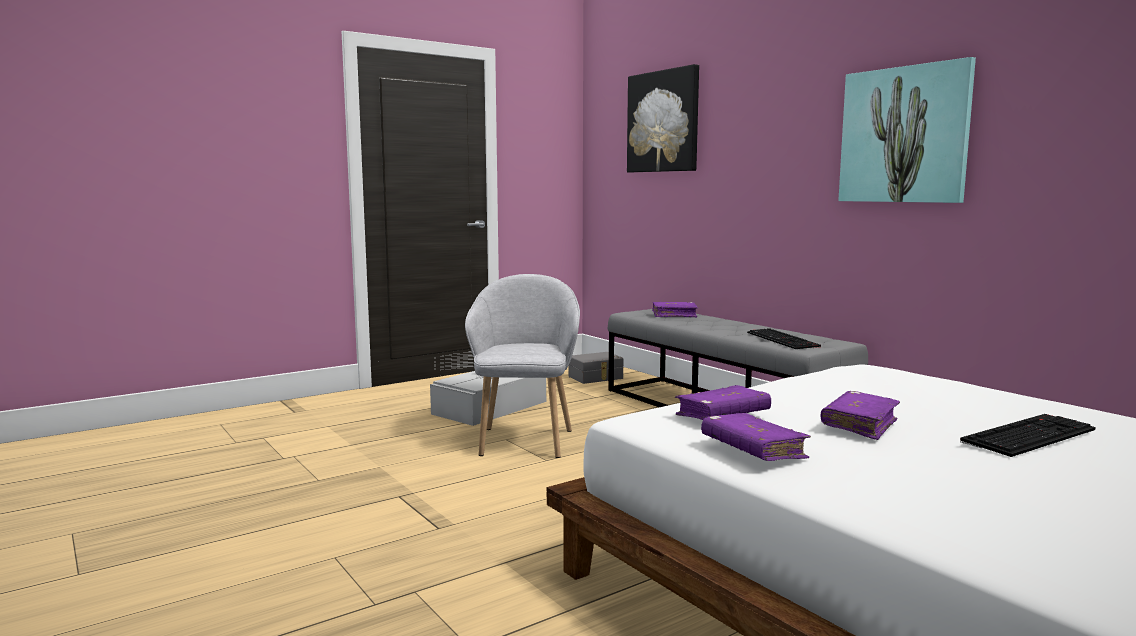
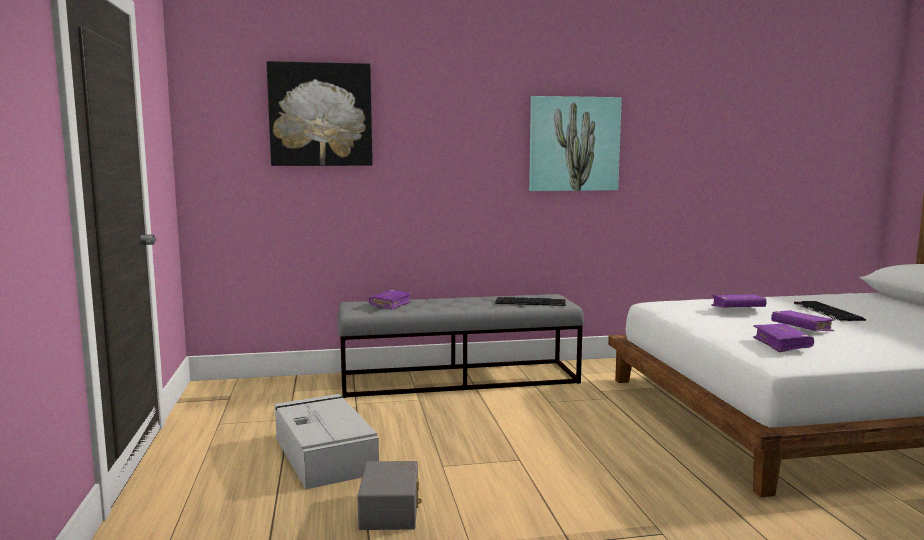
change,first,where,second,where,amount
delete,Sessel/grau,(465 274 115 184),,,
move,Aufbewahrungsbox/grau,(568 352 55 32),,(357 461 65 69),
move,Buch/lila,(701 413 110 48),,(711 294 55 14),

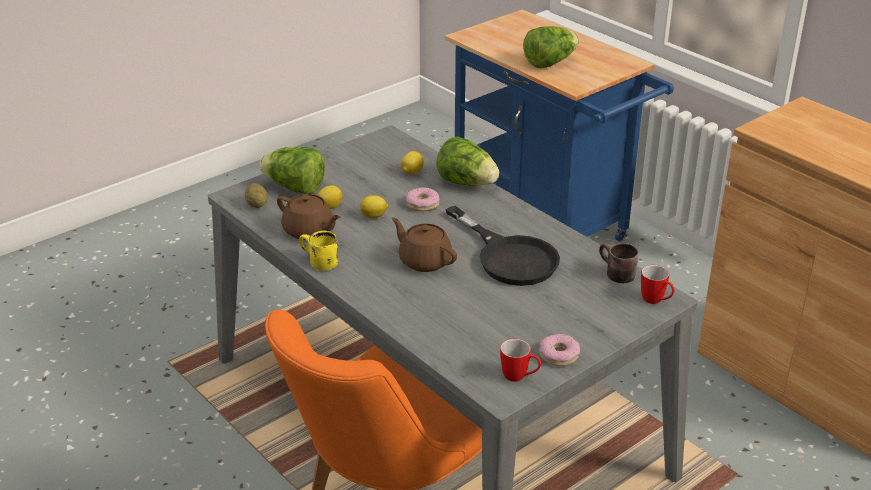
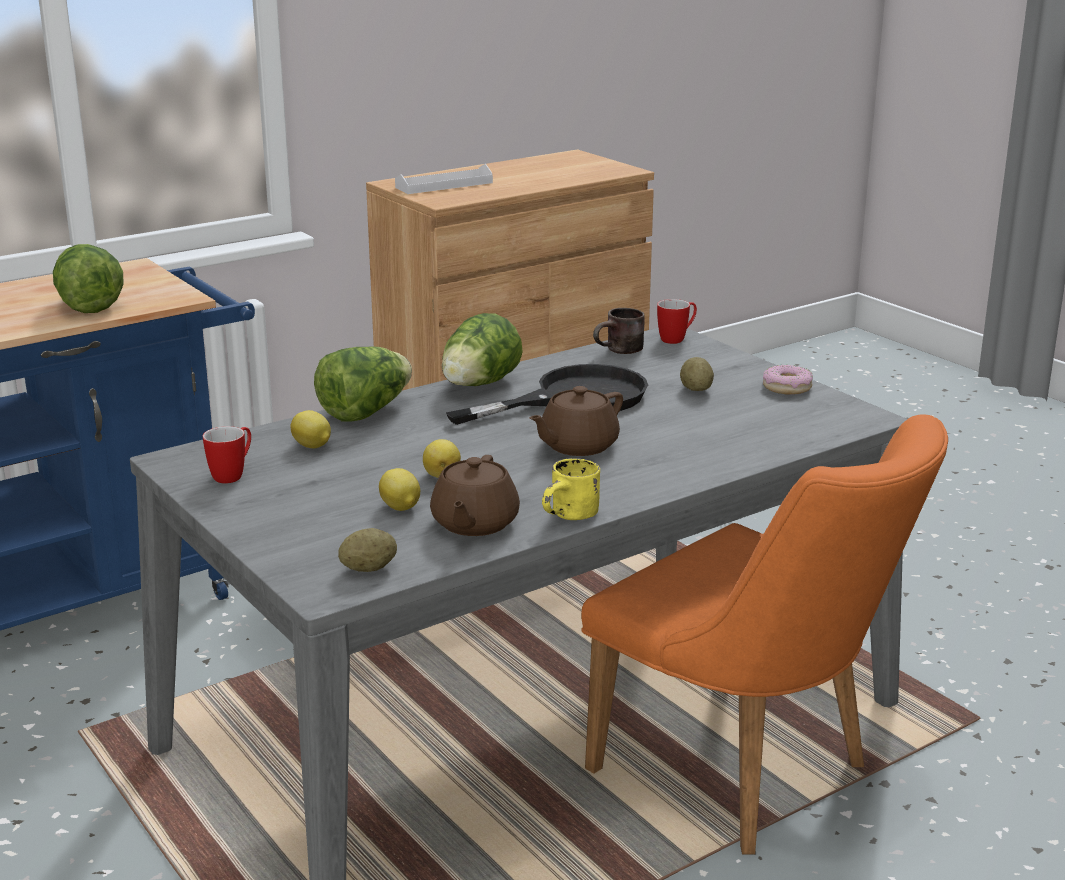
change,first,where,second,where,amount
delete,Donut,(406 187 33 24),,,
insert,,,Tablett/weiß,(395 164 98 30),
insert,,,Kartoffel,(680 357 34 34),
move,Salatkopf,(260 147 65 47),,(442 313 81 73),
move,Henkelbecher,(500 339 41 43),,(203 426 48 57),
rotate,Teekanne/braun,(277 194 64 46),,(430 455 90 81),150 degrees clockwise

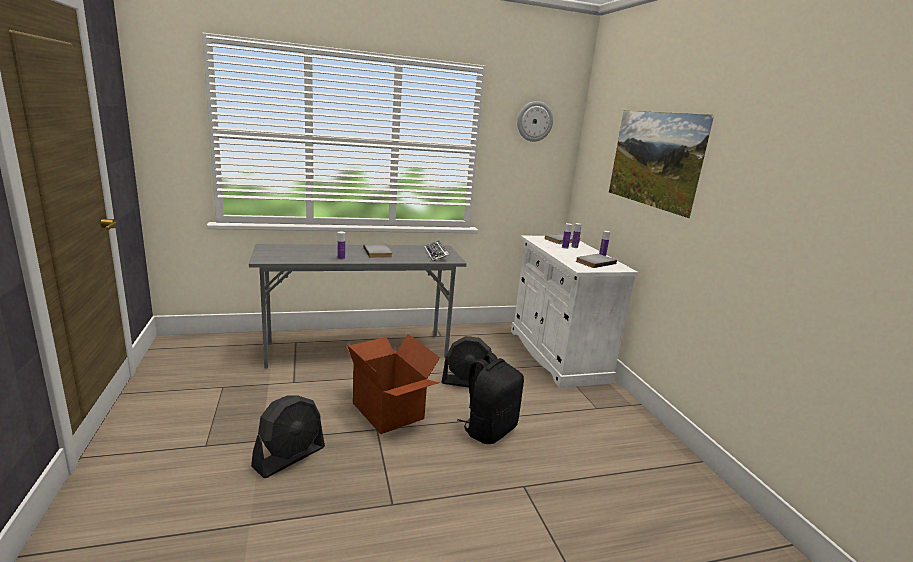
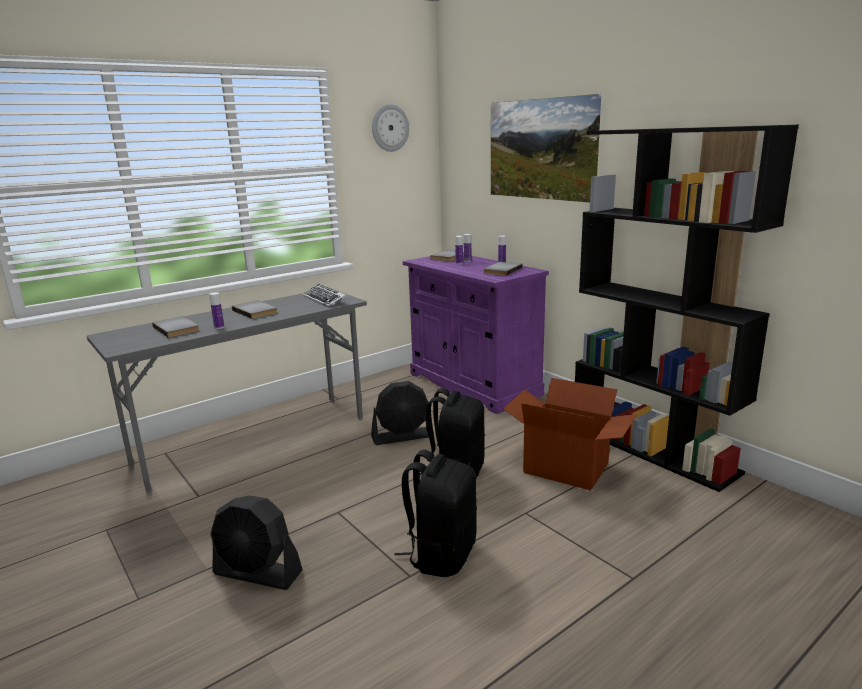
change,first,where,second,where,amount
insert,,,Buch/grau,(152 316 48 22),
insert,,,Rucksack/schwarz,(394 450 83 127),
insert,,,Bücherregal/schwarz,(575 125 224 367),
move,Karton,(346 334 94 100),,(503 378 134 112),
recolor,Schrank/weiß,(511 235 127 153),Schrank/lila,(403 256 146 158),
rotate,Ventilator/schwarz,(251 395 74 83),,(210 495 93 95),90 degrees clockwise

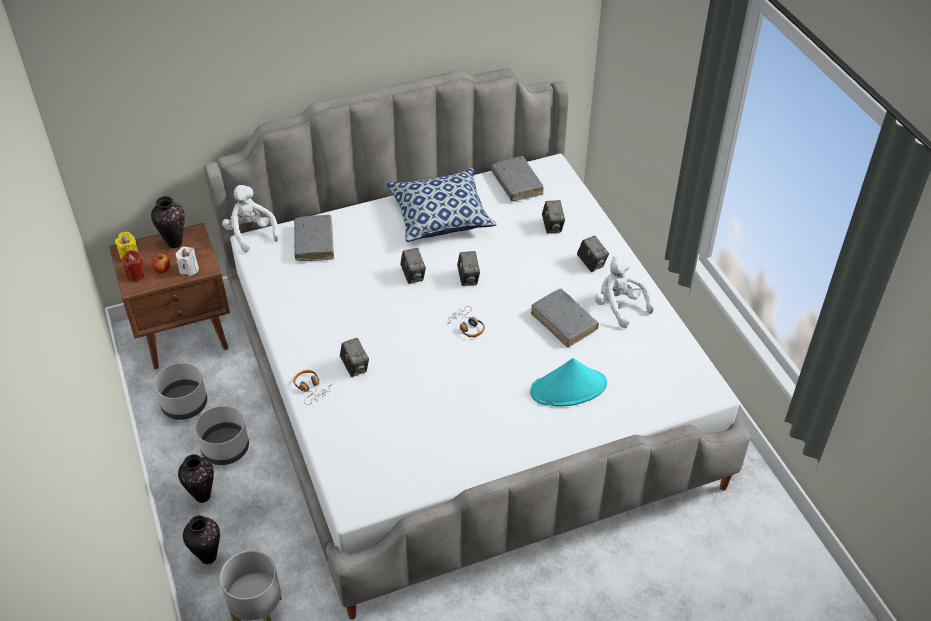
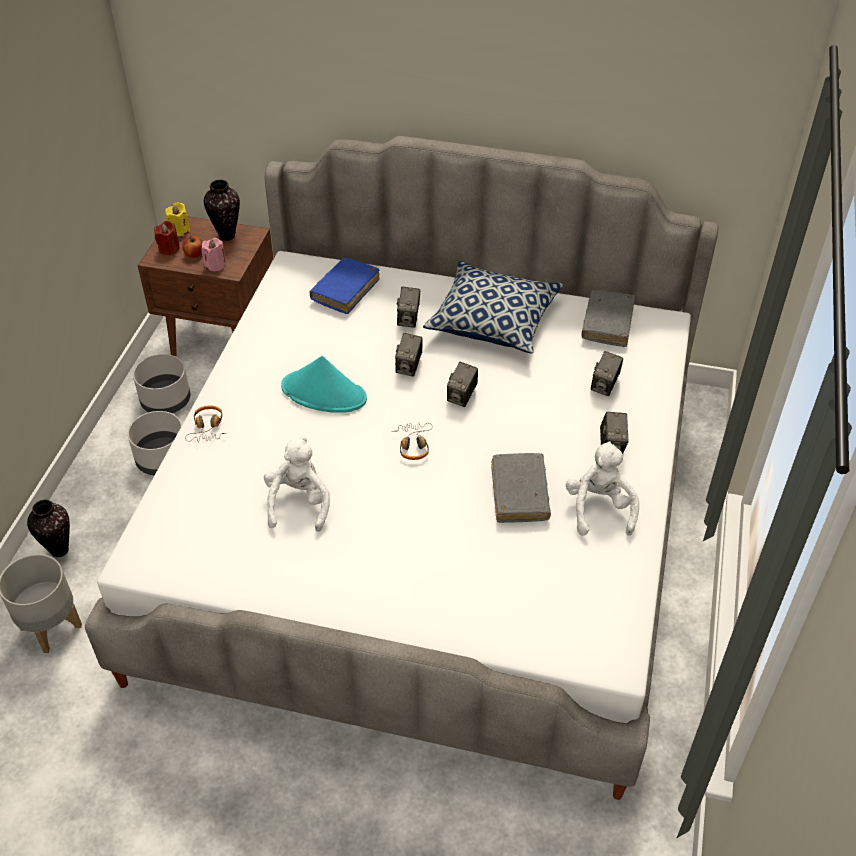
change,first,where,second,where,amount
delete,Vase,(178 454 36 49),,,
move,Plüschtier/weiß,(222 185 57 68),,(264 437 66 95),
move,Kamera,(340 338 29 39),,(397 287 23 41),
move,Hut/türkis,(530 358 77 49),,(281 356 86 57),
recolor,Kerze/weiß,(176 246 23 30),Kerze/rosa,(201 238 25 33),
recolor,Buch/grau,(294 215 40 46),Buch/blau,(309 258 70 56),

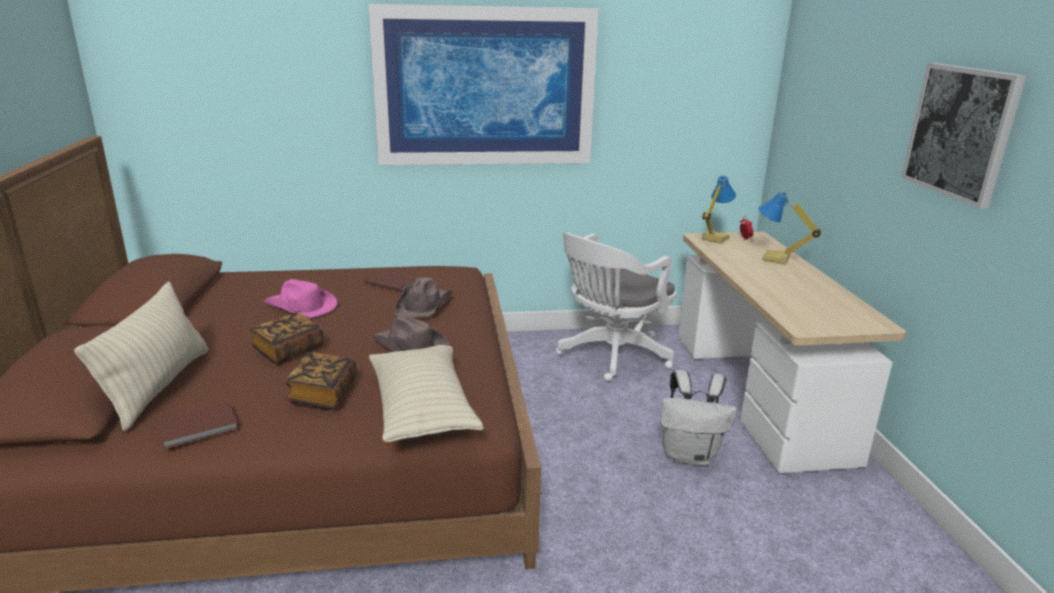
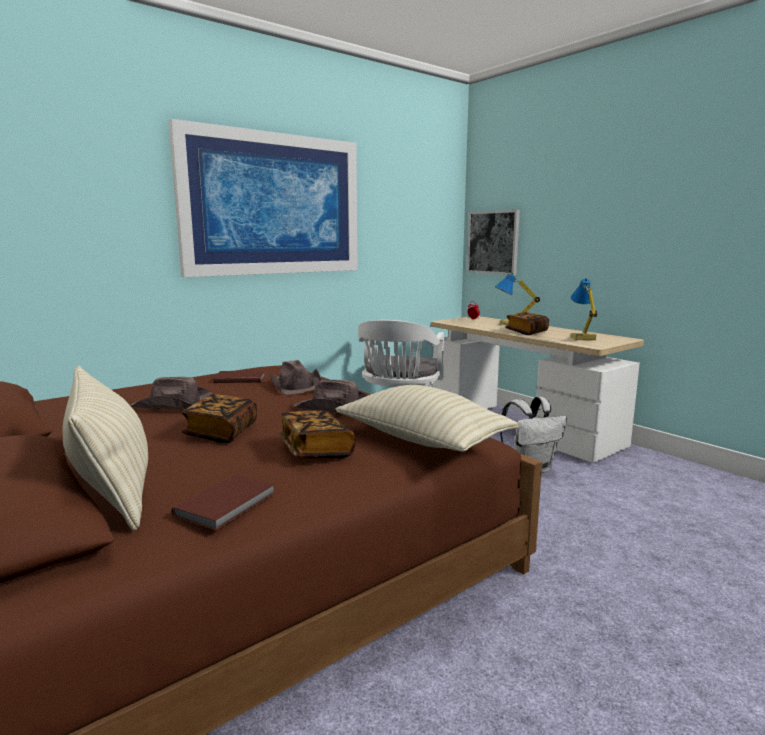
change,first,where,second,where,amount
insert,,,Buch,(505 312 44 23),
move,Tischlampe,(701 175 35 69),,(570 278 27 63),
move,Bild,(901 63 125 145),,(467 210 53 65),
recolor,Hut/rosa,(264 279 73 39),Hut/braun,(130 377 83 32),

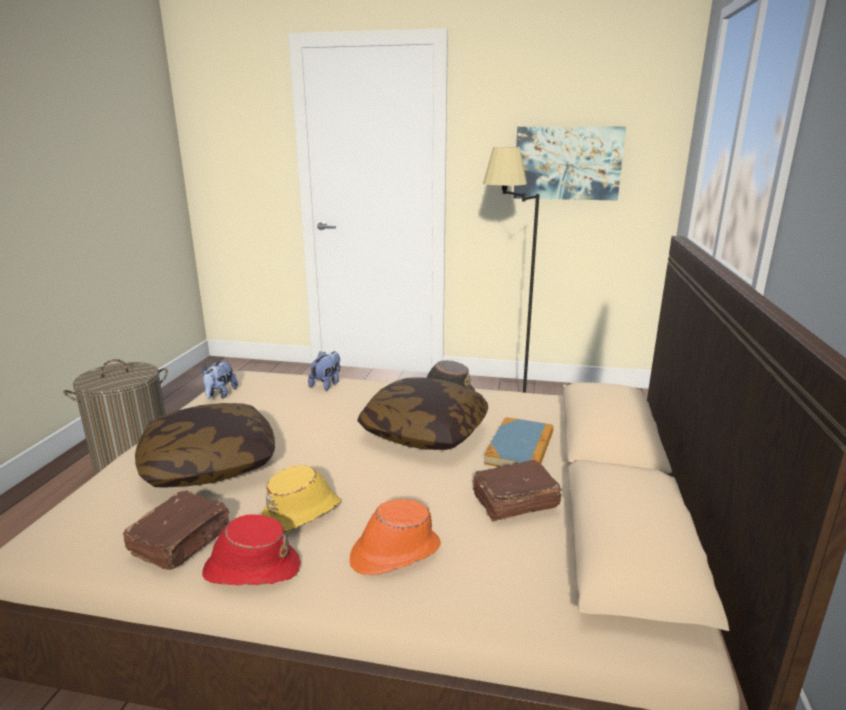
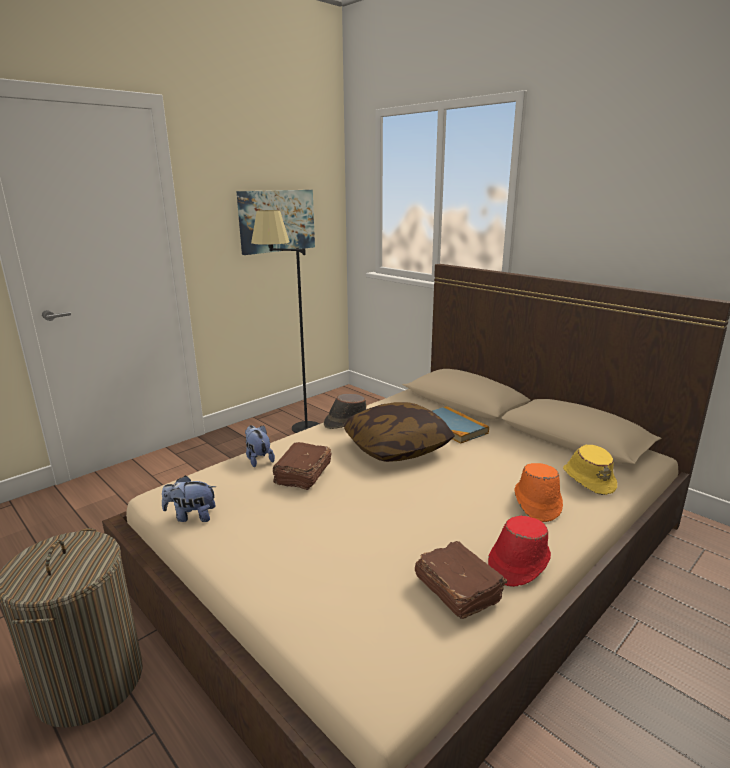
change,first,where,second,where,amount
delete,Kissen,(135 403 140 85),,,
move,Hut/gelb,(261 465 80 67),,(563 445 54 50),
move,Buch/braun,(472 460 90 61),,(273 442 58 48),
rotate,Plüschtier,(203 359 35 40),,(162 475 54 47),135 degrees clockwise

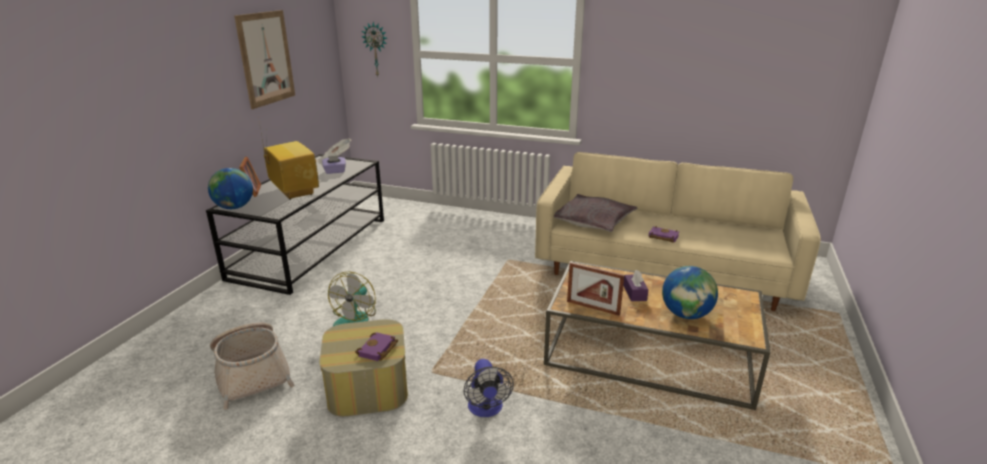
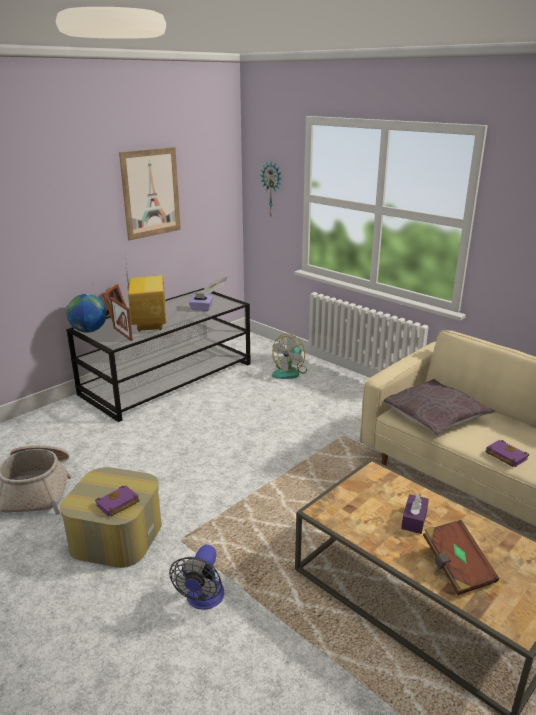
change,first,where,second,where,amount
move,Ventilator,(328 271 48 56),,(272 334 35 45),
move,Bilderrahmen,(567 262 58 54),,(110 297 23 44),
replace,Globus,(662 266 56 53),Buch/braun,(423 520 77 75),

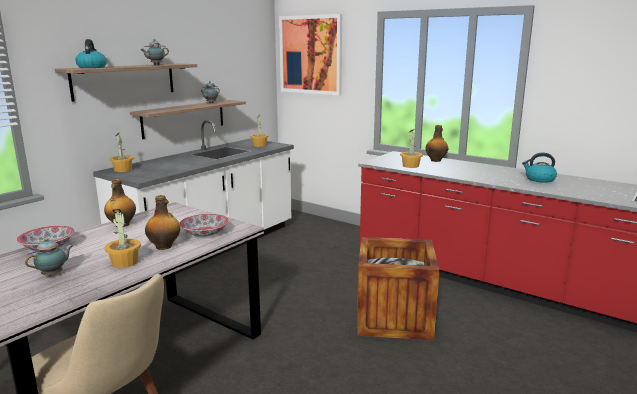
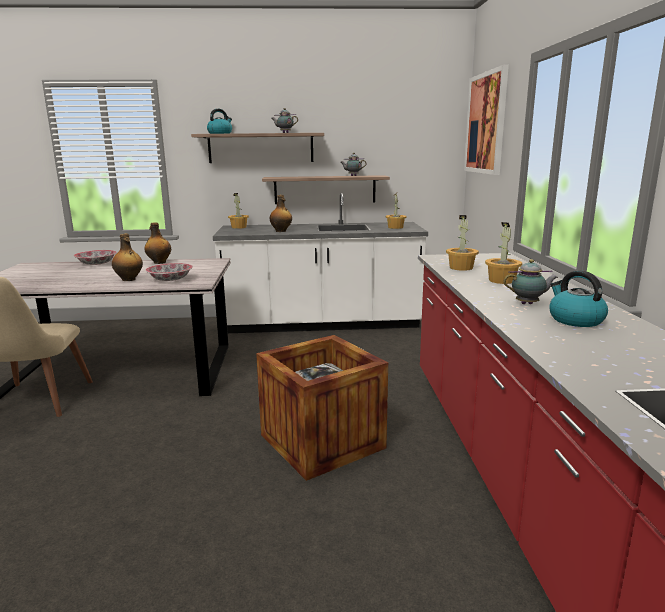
change,first,where,second,where,amount
move,Teekanne,(25 238 48 38),,(503 259 55 45),
move,Topfpflanze,(105 209 36 59),,(485 222 37 62),
move,Flasche,(425 125 23 37),,(270 195 22 37),

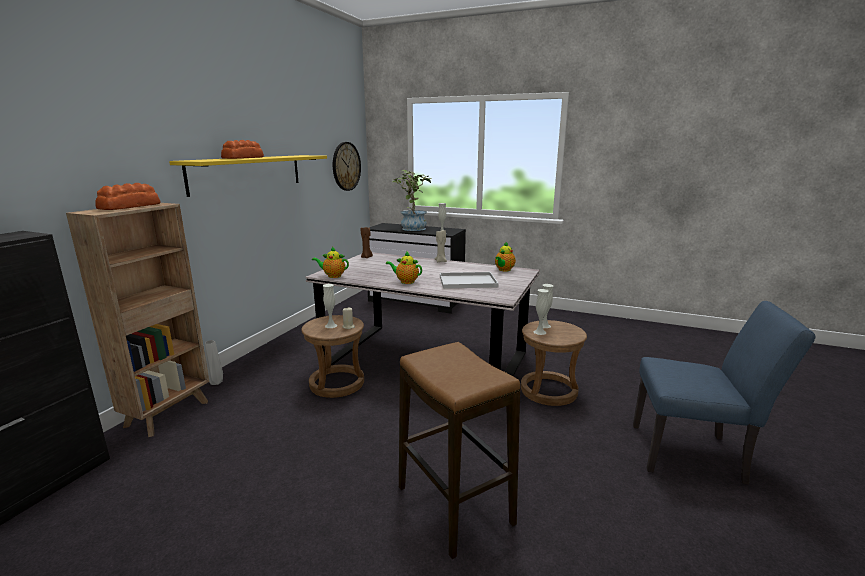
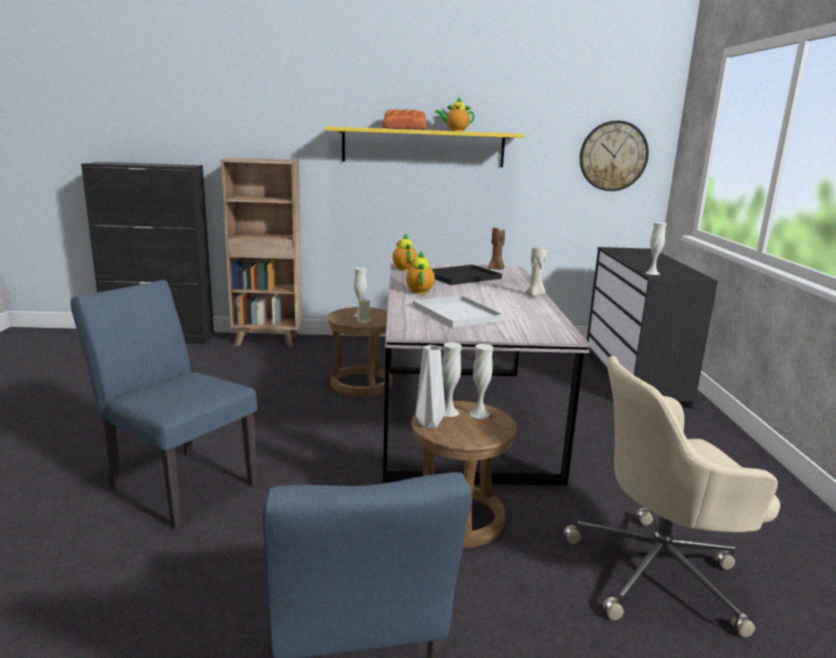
change,first,where,second,where,amount
delete,Brot,(95 183 65 27),,,
delete,Topfpflanze,(389 170 43 61),,,
insert,,,Tablett/schwarz,(432 265 70 20),
insert,,,Bürostuhl/beige,(564 356 216 281),
move,Vase/grau,(205 340 18 45),,(416 345 29 83),
move,Teekanne,(495 242 21 29),,(435 97 40 34),
replace,Hocker,(399 342 121 217),Stuhl/blau,(71 280 186 249),

